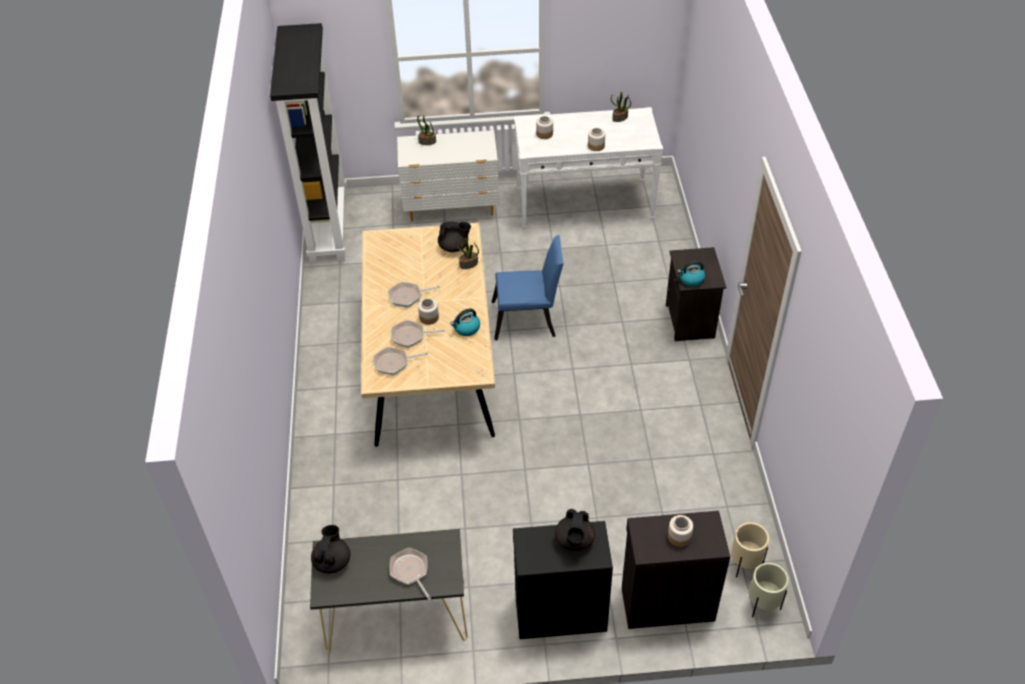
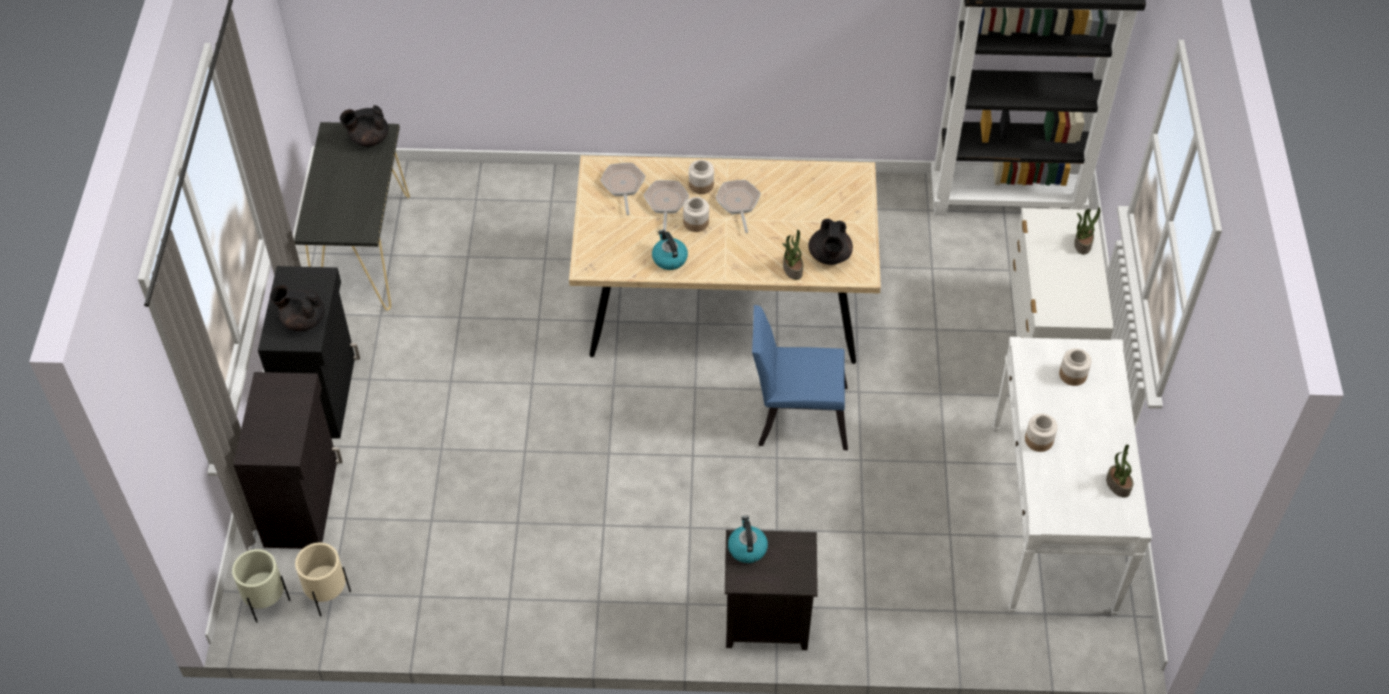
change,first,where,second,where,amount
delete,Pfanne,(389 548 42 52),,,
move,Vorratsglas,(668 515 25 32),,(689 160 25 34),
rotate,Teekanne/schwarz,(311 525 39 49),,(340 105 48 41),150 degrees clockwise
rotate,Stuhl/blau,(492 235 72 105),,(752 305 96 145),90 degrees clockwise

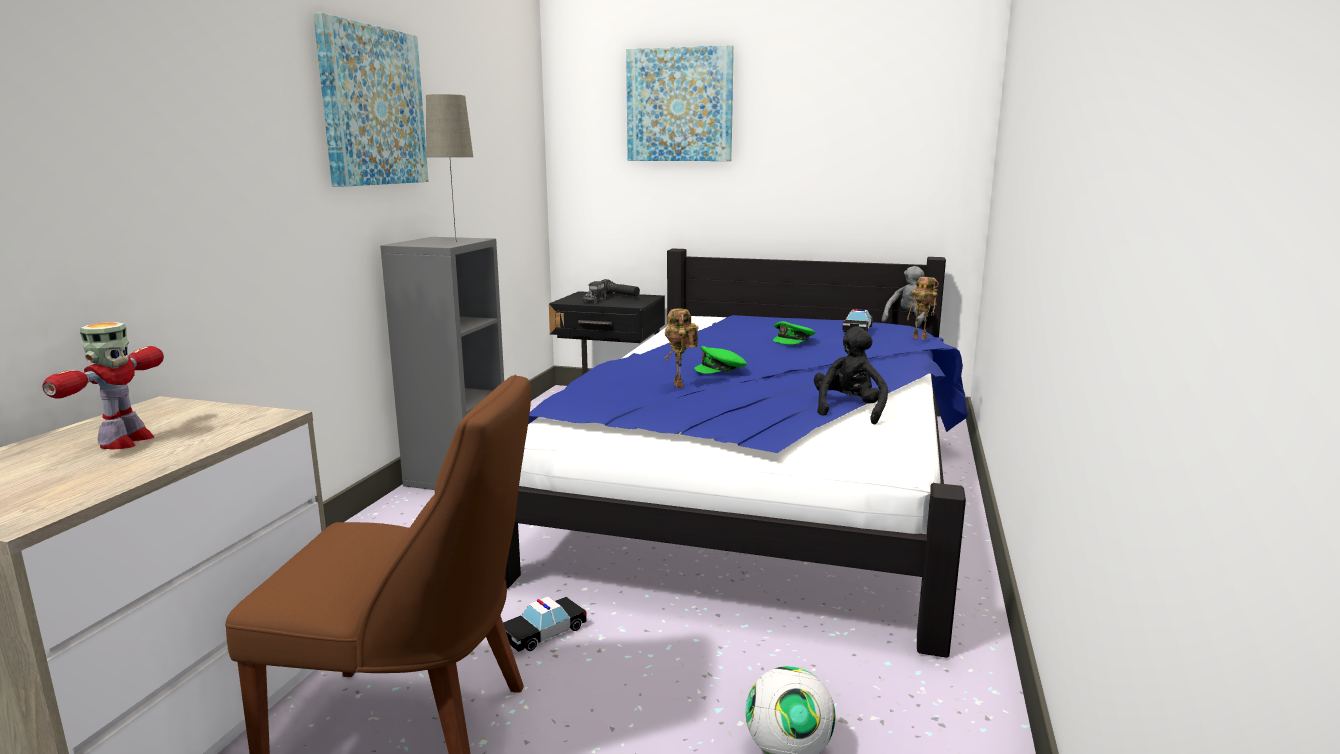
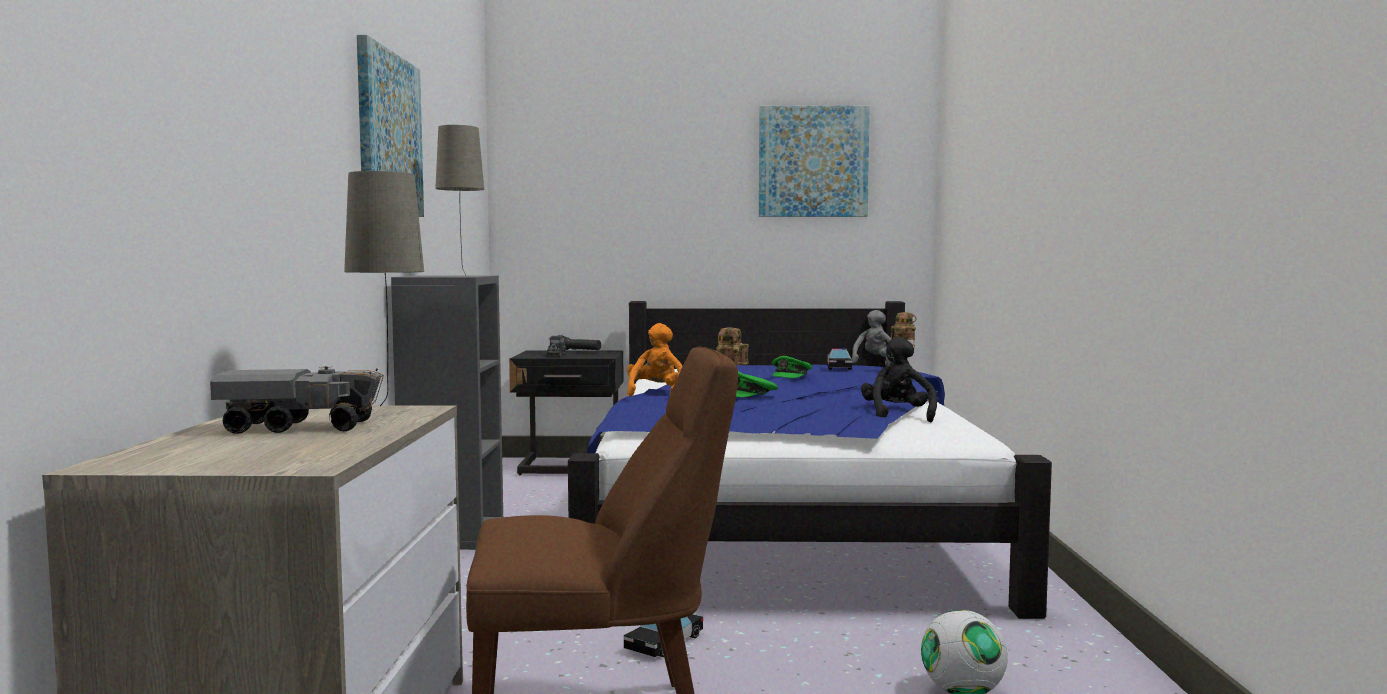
change,first,where,second,where,amount
insert,,,Tischlampe/beige,(344 171 80 235),
insert,,,Plüschtier/orange,(627 323 56 73),
move,Bild,(626 45 108 116),,(759 106 111 111),
replace,Spielzeugroboter,(42 322 122 127),Spielzeuglaster,(210 366 174 68),

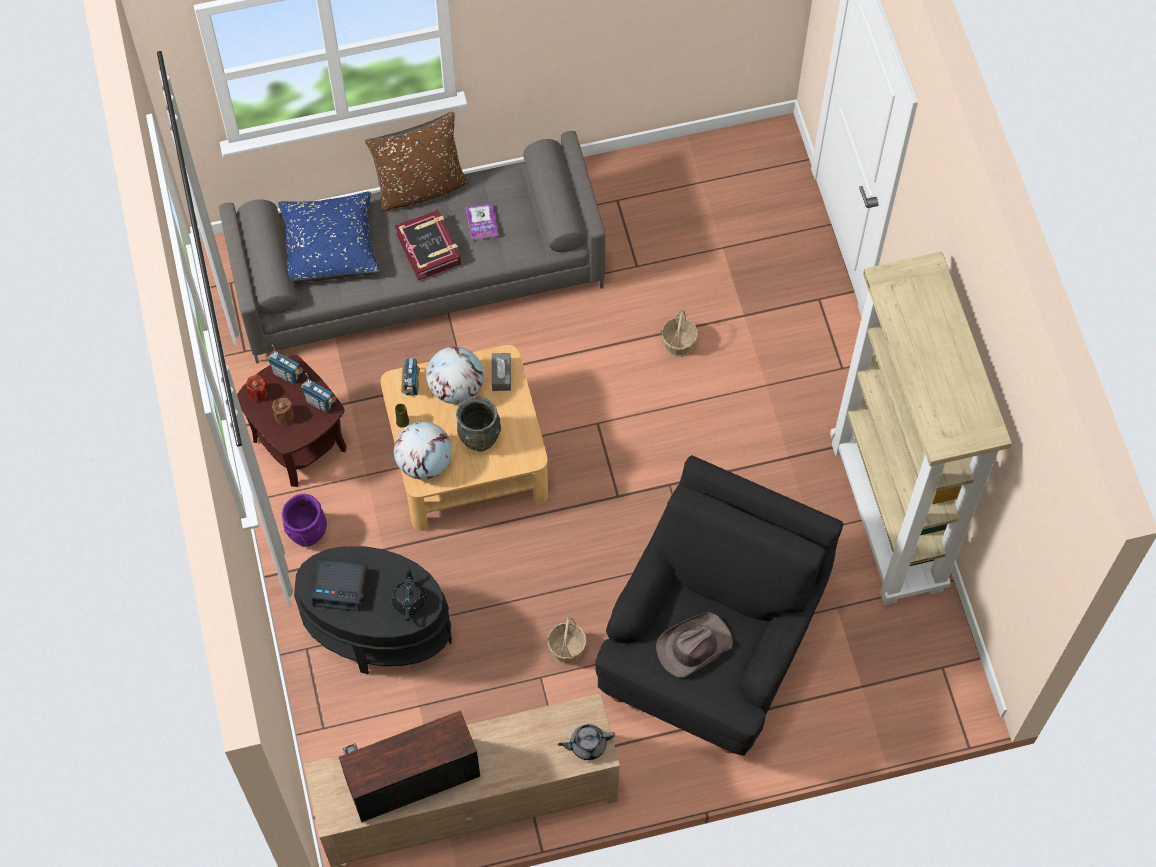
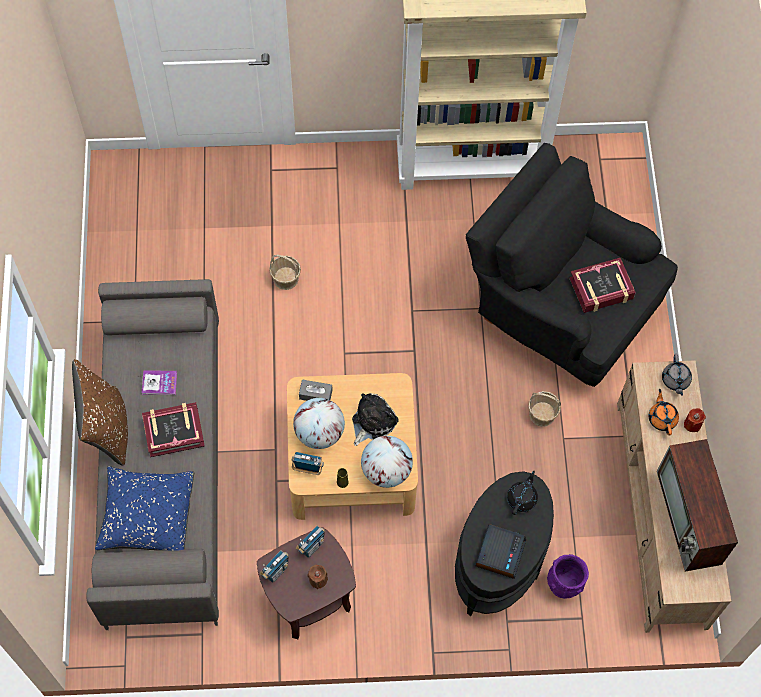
change,first,where,second,where,amount
insert,,,Teekanne/orange,(649 389 30 46),
move,Kerze/rot,(246 375 22 28),,(684 408 22 24),
move,Vase/lila,(282 494 45 53),,(547 554 42 45),
replace,Vase/grau,(456 397 45 55),Plüschtier,(352 393 47 53),
replace,Hut/braun,(656 612 77 65),Buch,(569 258 67 55),
rotate,Teekanne/schwarz,(391 566 35 55),,(507 471 31 44),105 degrees clockwise

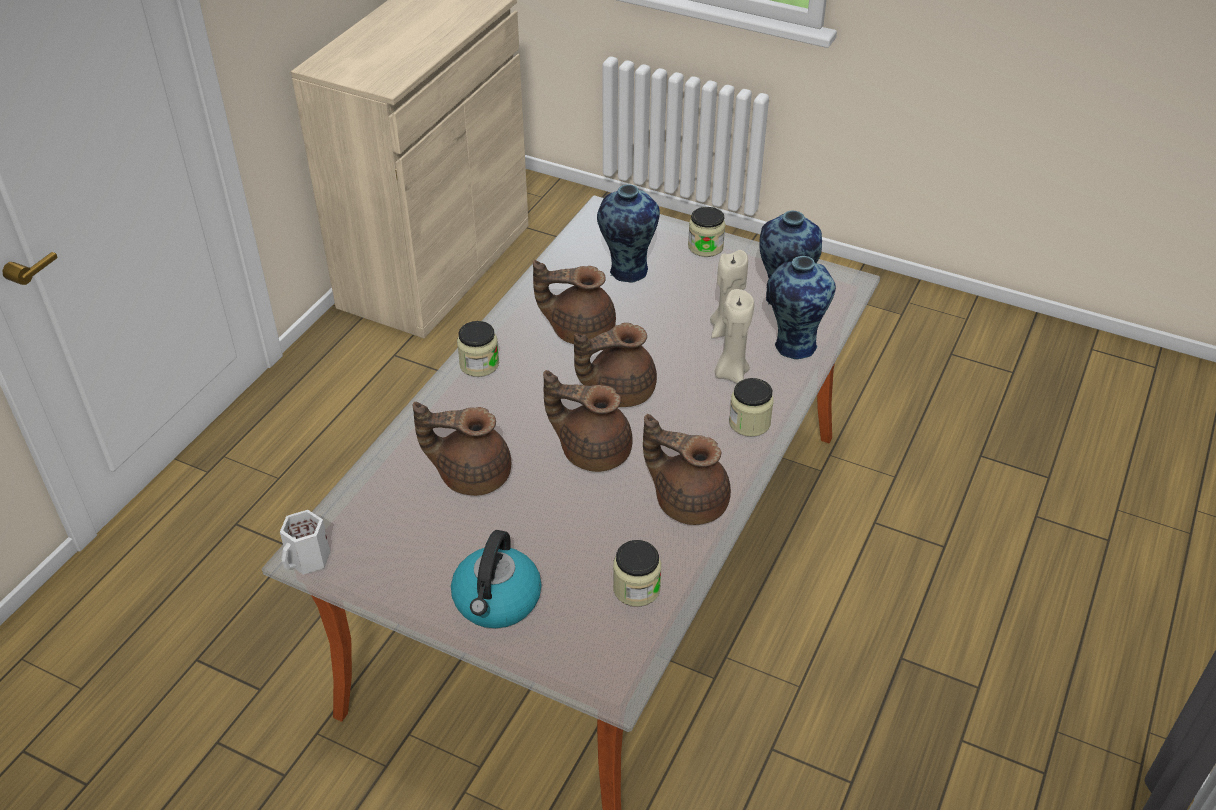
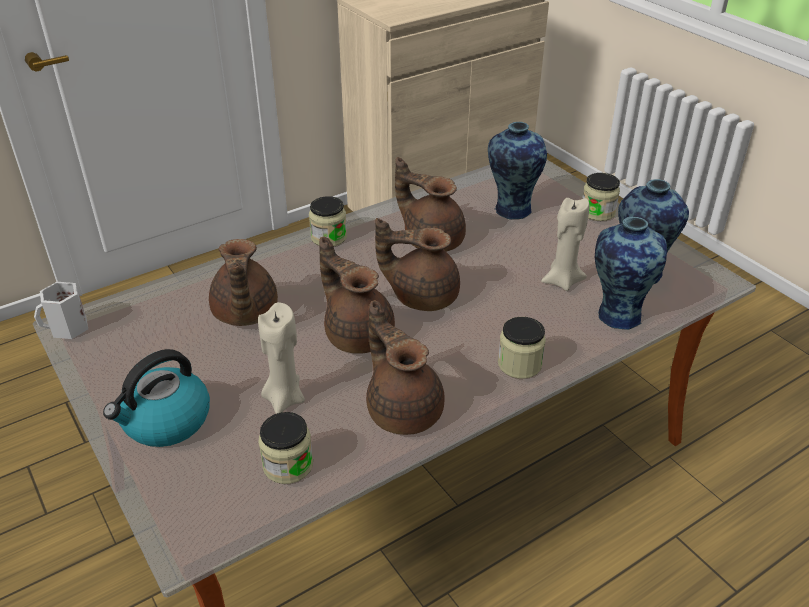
change,first,where,second,where,amount
move,Kerze/beige,(715 289 39 94),,(258 302 47 112),
rotate,Teekanne/braun,(412 402 99 94),,(209 239 69 87),135 degrees counterclockwise

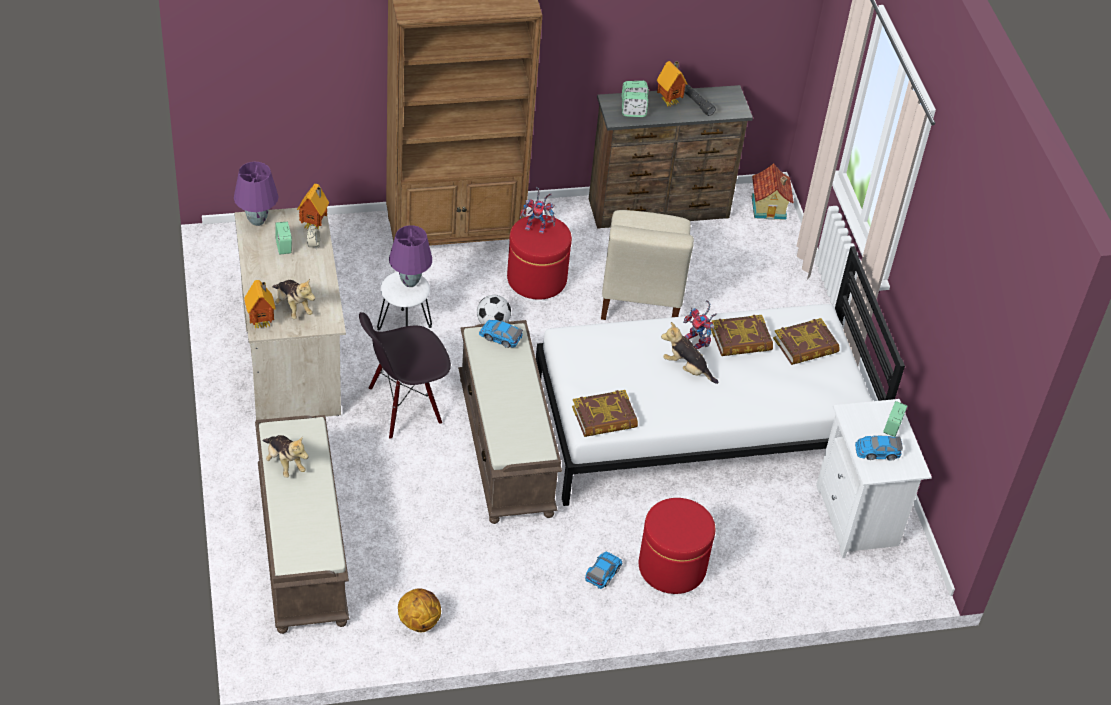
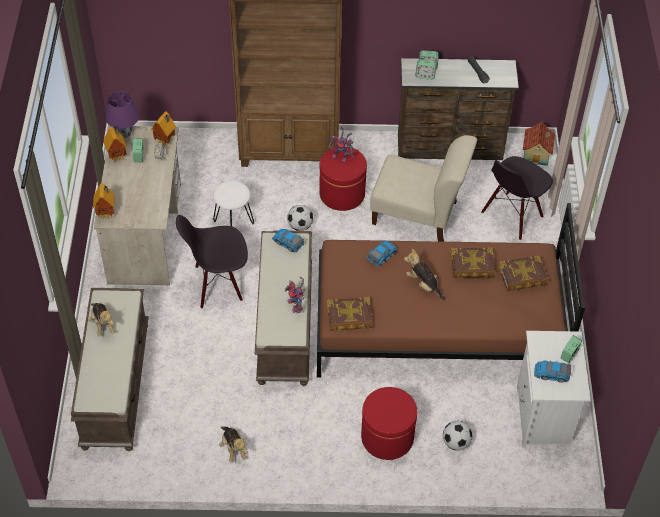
change,first,where,second,where,amount
delete,Tischlampe/lila,(389 225 43 62),,,
delete,Basketball,(398 588 43 44),,,
insert,,,Fußball,(443 421 29 29),
insert,,,Stuhl/schwarz,(481 156 72 84),
move,Plüschtier,(272 279 43 40),,(219 426 29 37),
move,Spielzeugauto,(585 551 37 38),,(367 241 31 25),
move,Spielzeughaus,(657 61 31 45),,(103 127 24 35),
move,Spielzeugroboter,(683 300 34 49),,(285 277 21 36),
recolor,Bett/weiß,(536 246 369 260),Bett/braun,(317 203 268 175),
rotate,Stuhl/beige,(601 210 93 110),,(370 135 107 107),90 degrees counterclockwise

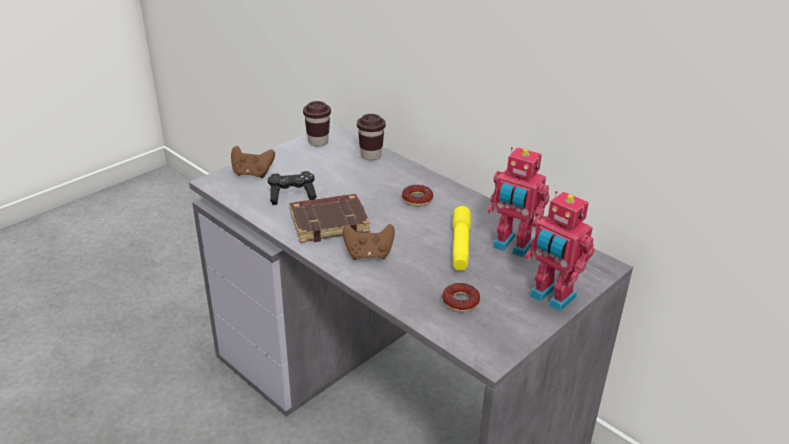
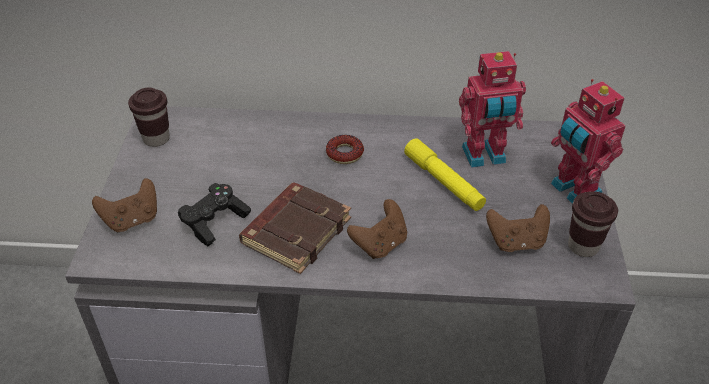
change,first,where,second,where,amount
move,Tasse/braun,(357 114 29 46),,(568 191 50 66),
replace,Donut,(442 283 38 29),Gamepad/braun,(486 204 64 48),
rotate,Spielzeugroboter,(525 191 70 120),,(551 79 75 125),60 degrees clockwise

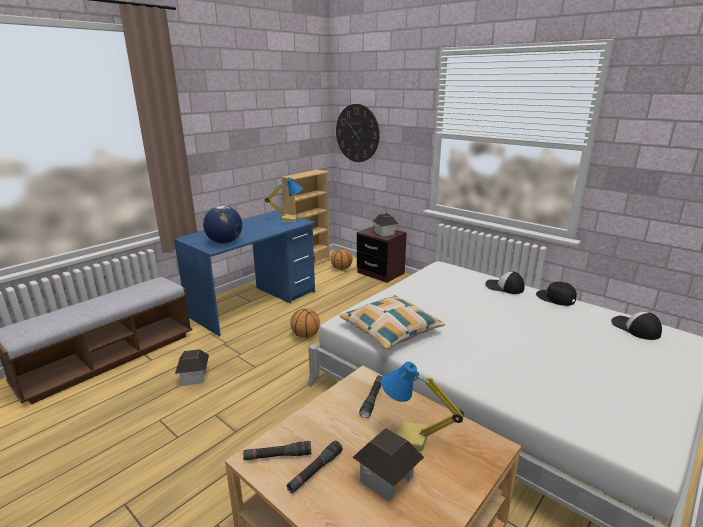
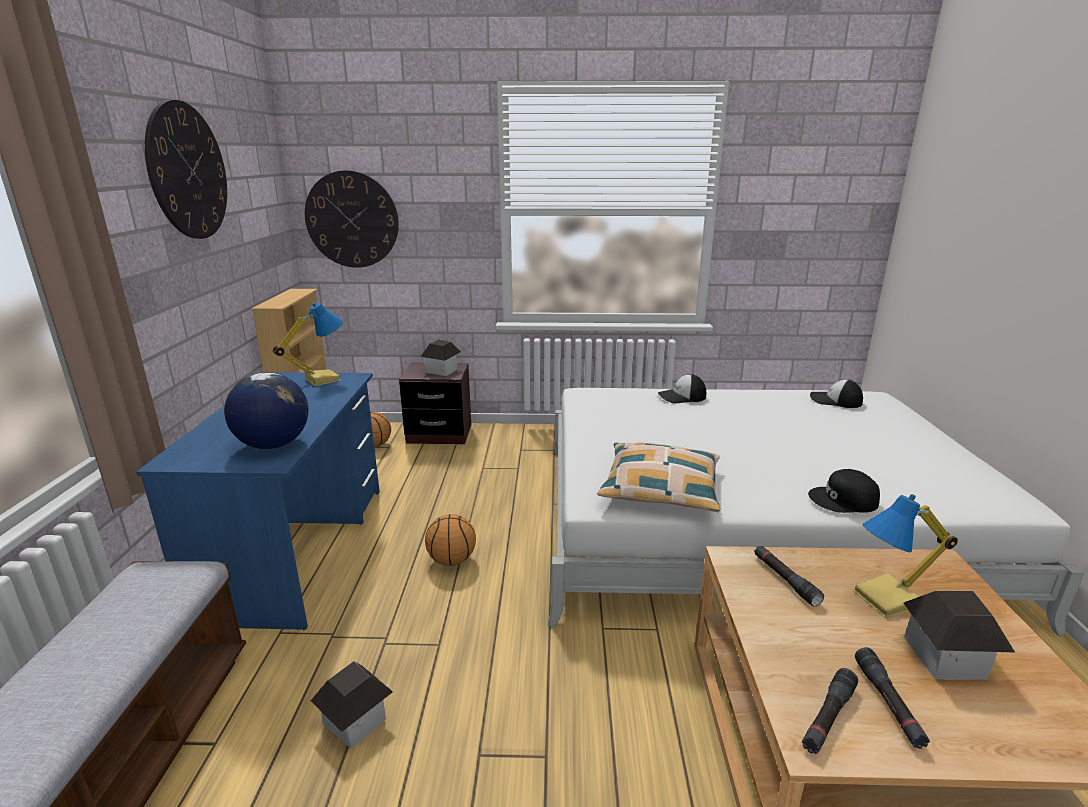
change,first,where,second,where,amount
insert,,,Wanduhr,(145 100 82 139),
move,Kappe/schwarz,(536 282 41 24),,(808 469 72 44),

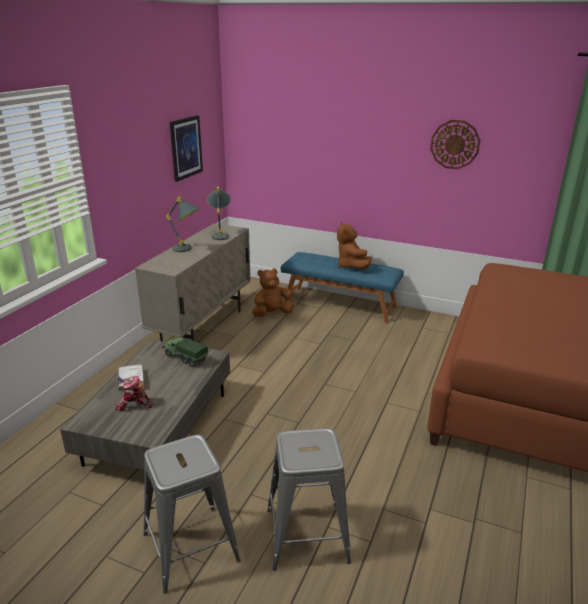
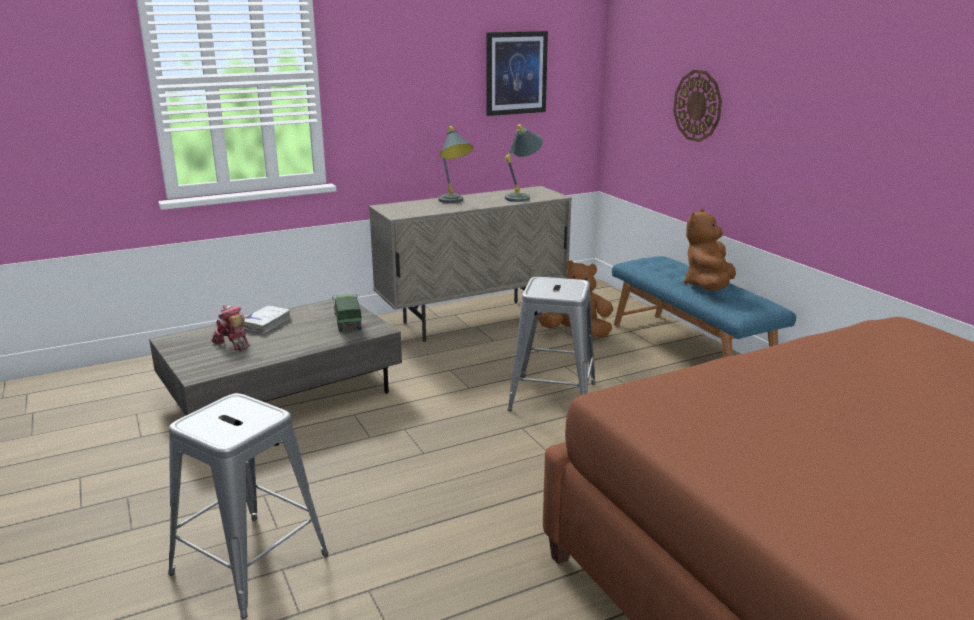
change,first,where,second,where,amount
move,Hocker/grau,(143 434 98 160),,(508 277 88 134),
move,Wanduhr,(430 120 51 49),,(673 70 49 72),

